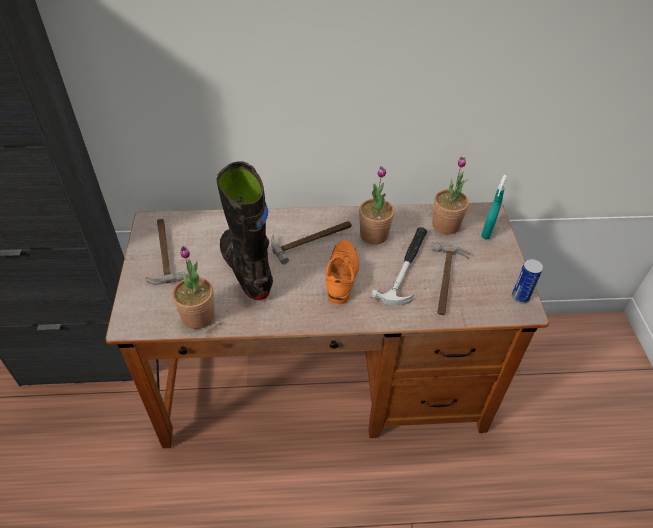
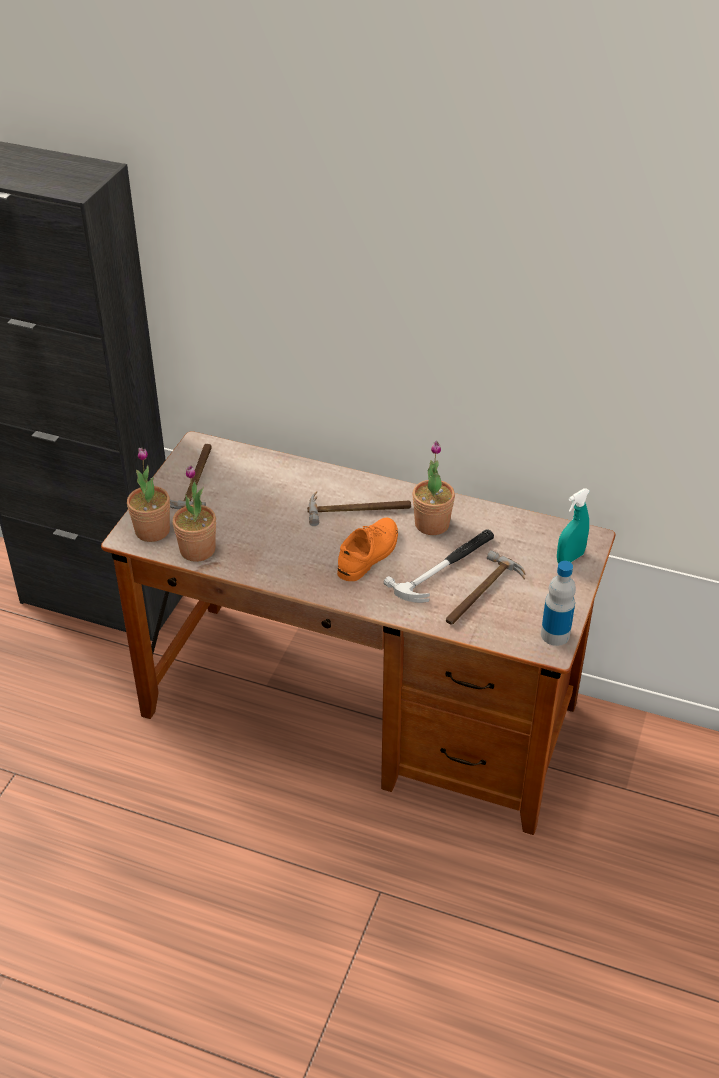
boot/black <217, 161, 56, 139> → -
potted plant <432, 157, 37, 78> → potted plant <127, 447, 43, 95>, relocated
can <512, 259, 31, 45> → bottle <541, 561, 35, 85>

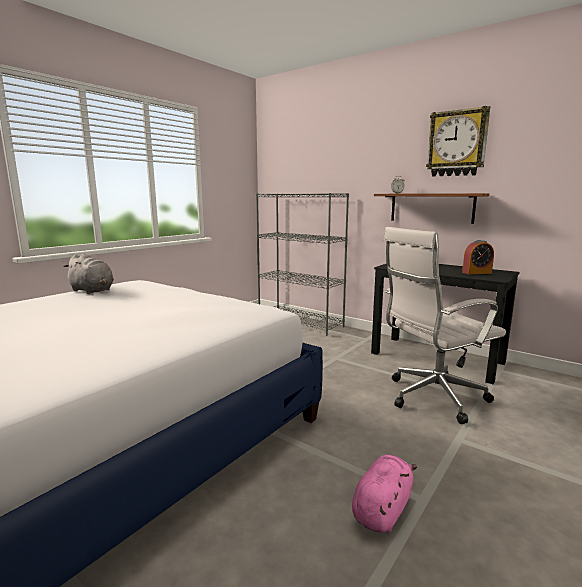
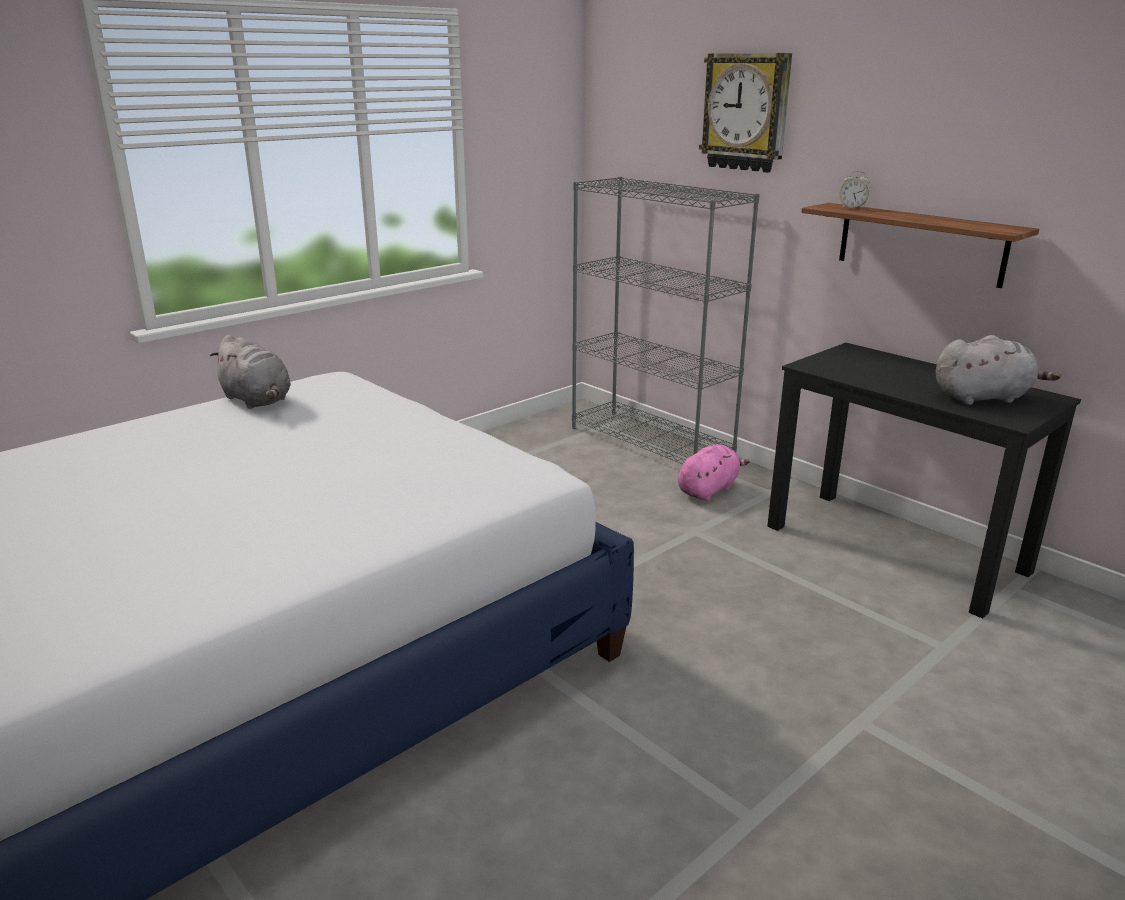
plush toy/pink <352, 454, 65, 79> → plush toy/pink <678, 444, 72, 57>, relocated
office chair/white <384, 227, 122, 197> → -
wall clock <426, 106, 64, 71> → wall clock <699, 53, 93, 120>, relocated
alarm clock <462, 240, 32, 34> → plush toy/grey <936, 335, 125, 70>

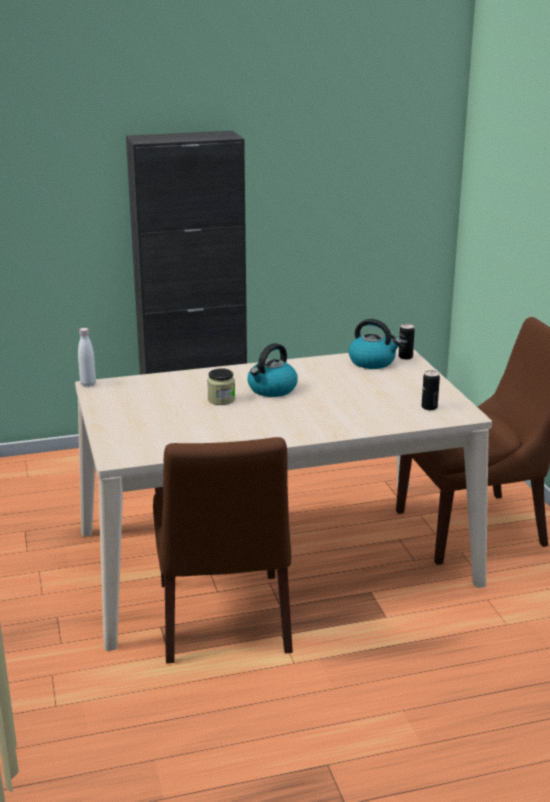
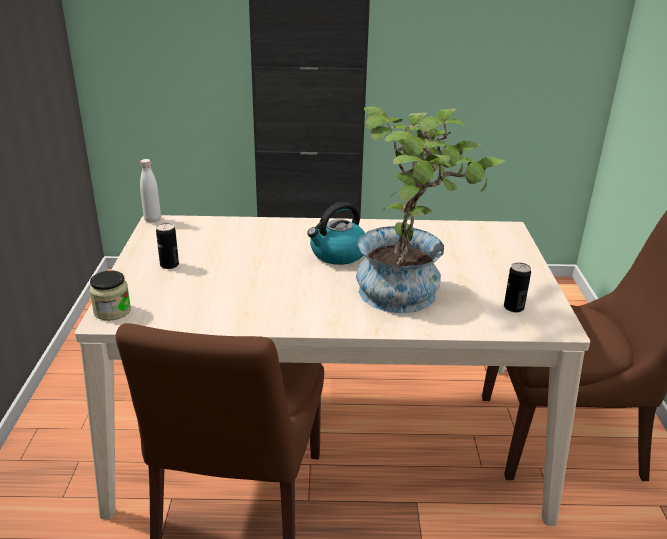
jar <207, 368, 28, 37> → jar <89, 270, 42, 51>, relocated
kettle <349, 319, 53, 50> → -
can <399, 324, 16, 36> → can <156, 223, 23, 46>, relocated
- → potted plant <356, 107, 149, 206>

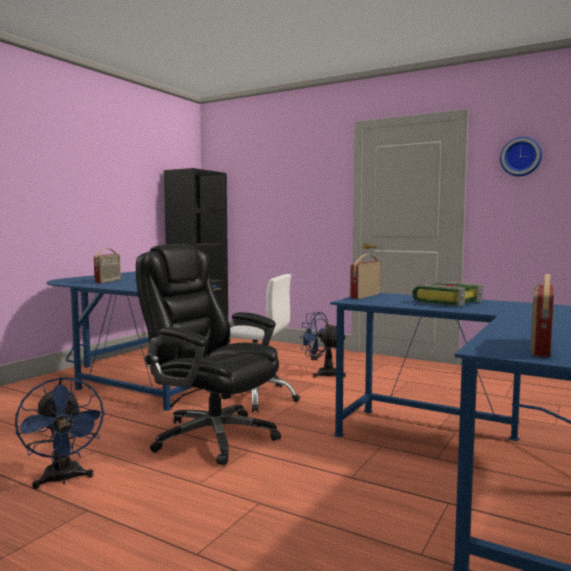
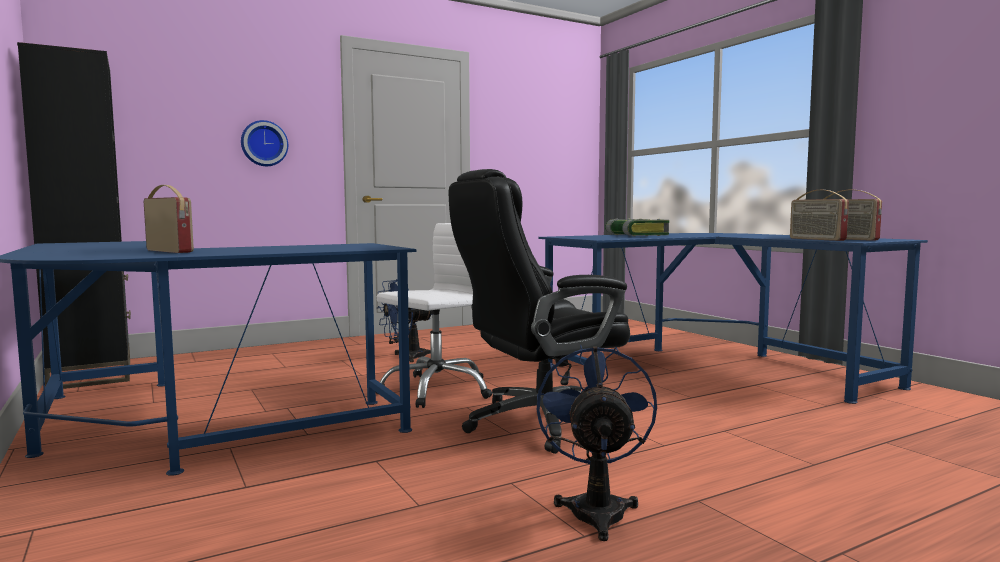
fan/blue <15, 377, 90, 112> → fan/blue <537, 345, 120, 196>, 90 degrees counterclockwise
radio <350, 254, 31, 45> → radio <790, 190, 59, 51>, relocated
wall clock <500, 137, 42, 39> → wall clock <241, 120, 47, 46>, relocated

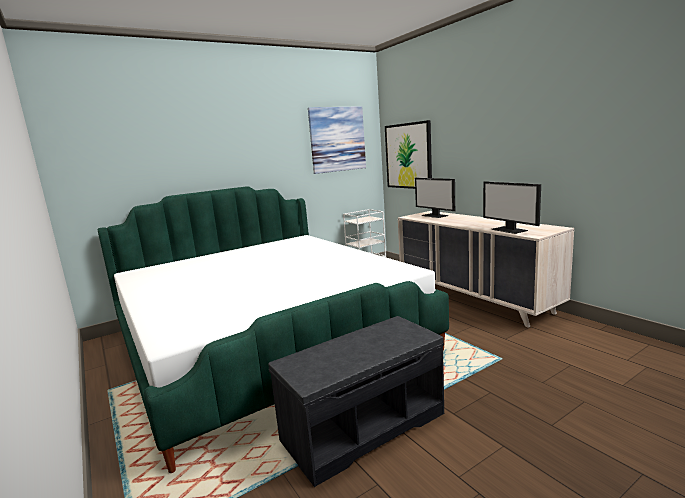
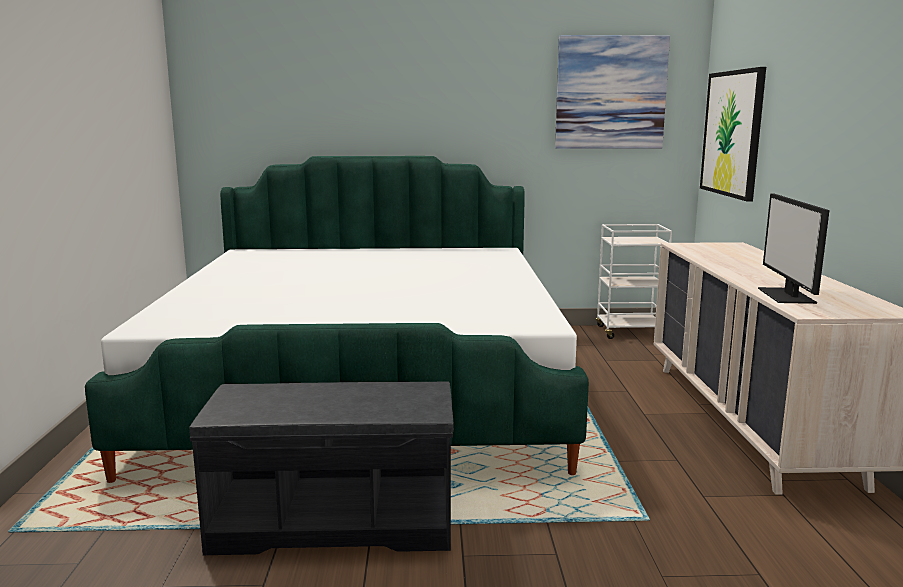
monitor <415, 178, 40, 40> → -

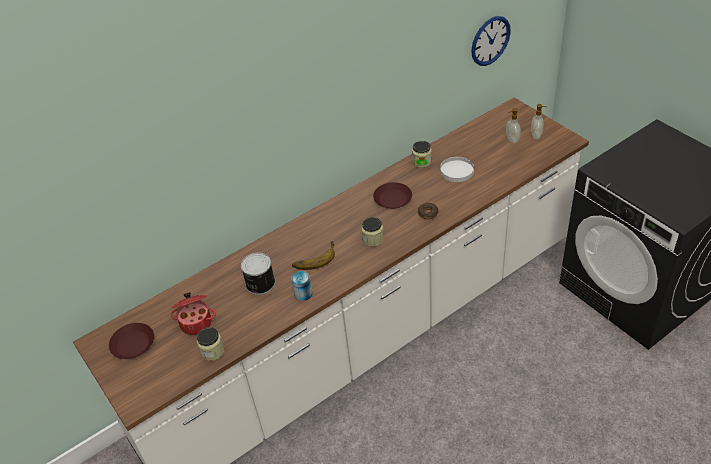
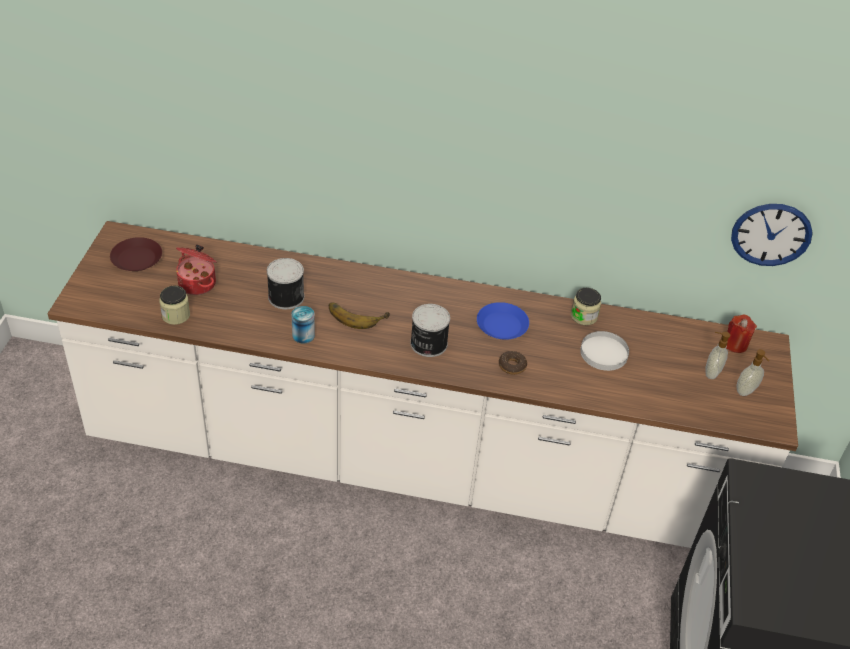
jar <361, 217, 23, 30> → can <410, 304, 40, 53>
plate/brown <373, 182, 39, 27> → plate/blue <477, 302, 52, 38>
- → candle/red <726, 315, 31, 38>

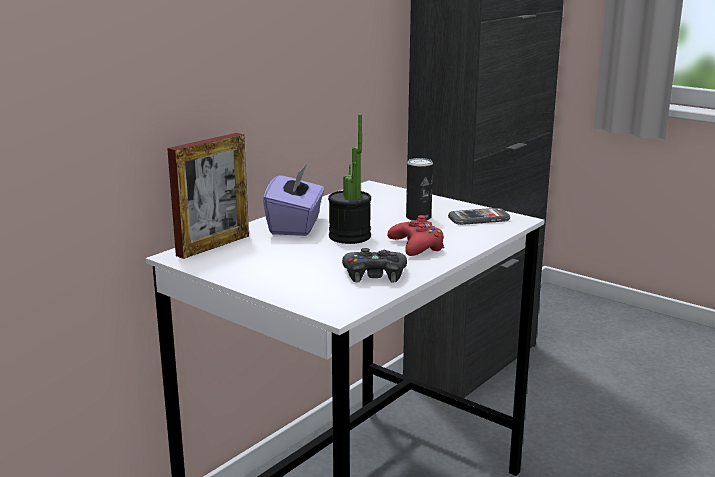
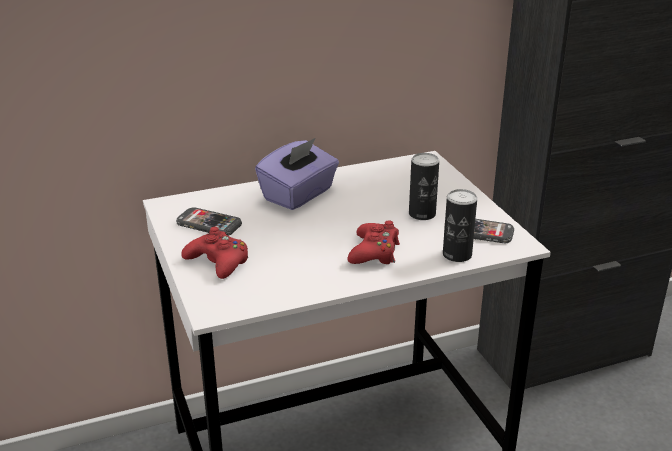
picture frame <167, 133, 82, 126> → -
potted plant <328, 114, 43, 130> → -
game controller/black <342, 248, 65, 34> → -
- → phone <176, 207, 66, 29>
- → game controller/red <181, 227, 67, 52>
- → can <443, 189, 34, 73>

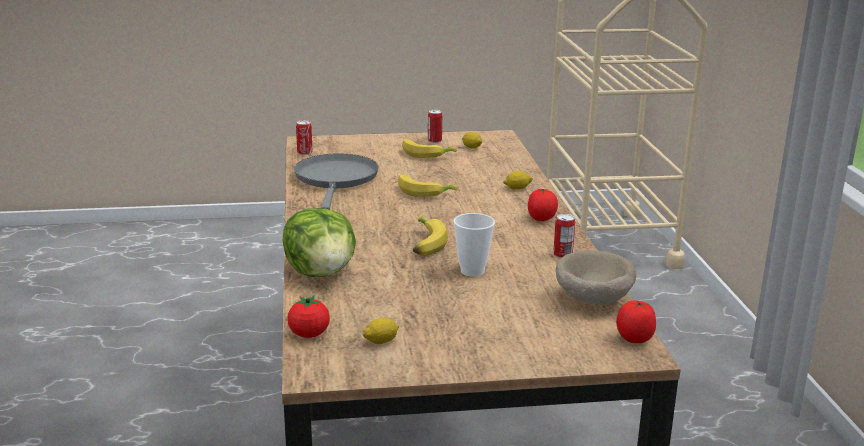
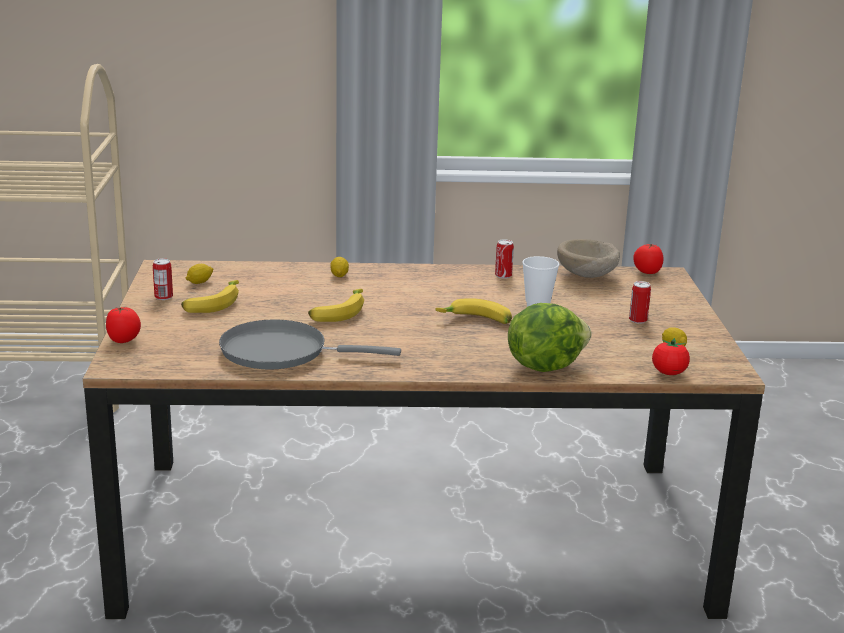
can <296, 120, 17, 35> → can <629, 281, 22, 43>, relocated
tomato <528, 189, 30, 32> → tomato <106, 307, 35, 36>, relocated

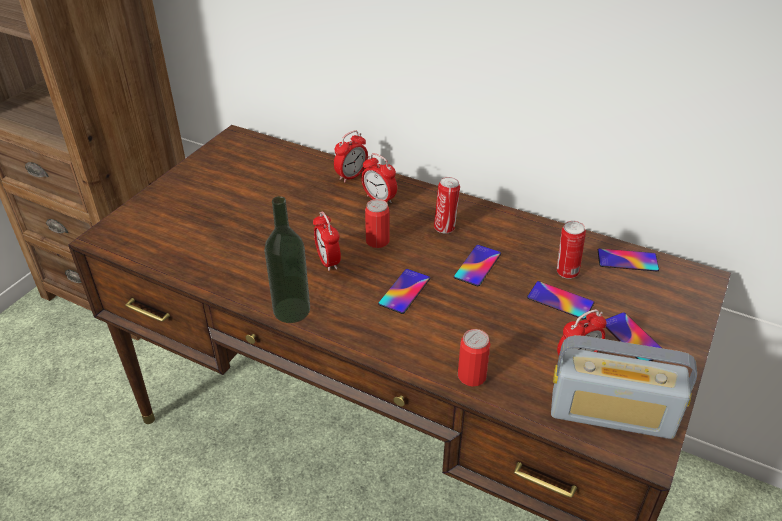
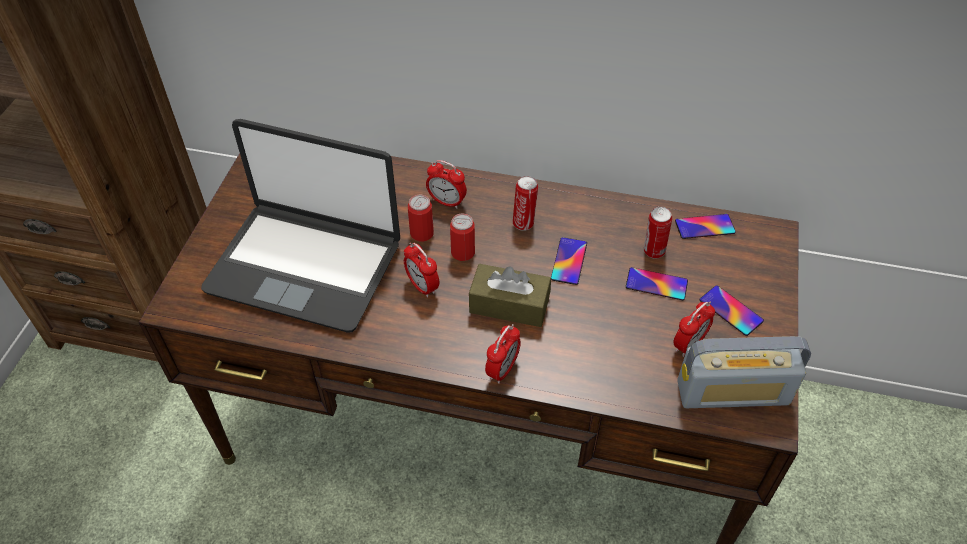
bottle <264, 196, 46, 127> → -
alarm clock <334, 130, 34, 53> → alarm clock <485, 324, 36, 60>, relocated
phone <378, 269, 52, 45> → tissue box/brown <469, 264, 82, 63>
can <458, 329, 32, 58> → can <408, 195, 26, 47>, relocated
- → laptop <201, 119, 199, 214>

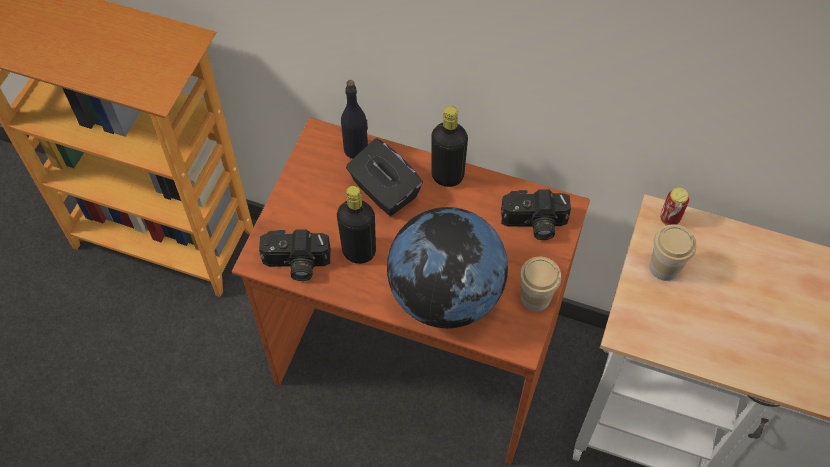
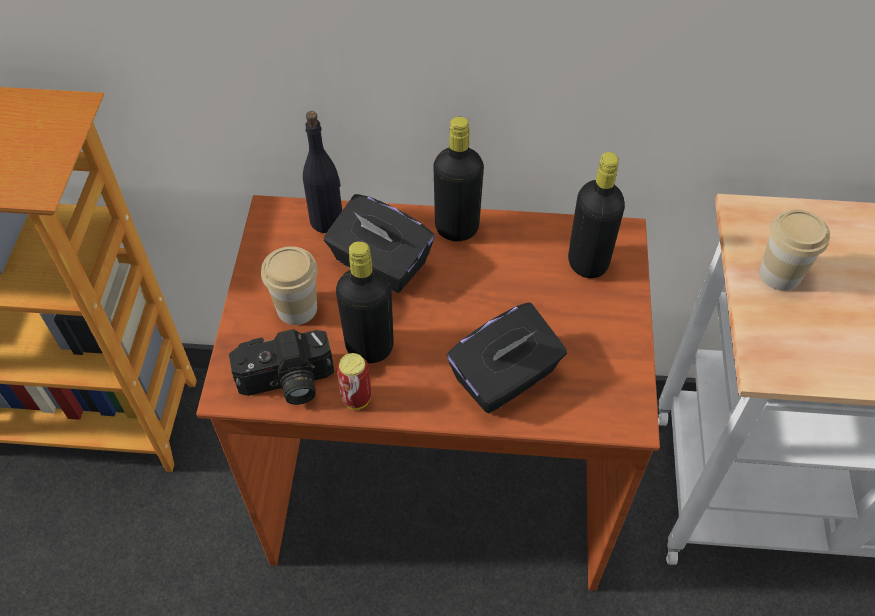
globe <387, 207, 121, 121> → tissue box/black <447, 302, 120, 111>
photo camera <501, 190, 70, 50> → bottle/black <568, 152, 57, 126>
cup <519, 257, 42, 54> → cup <261, 246, 57, 79>, relocated
can <660, 188, 29, 37> → can <337, 353, 34, 57>, relocated

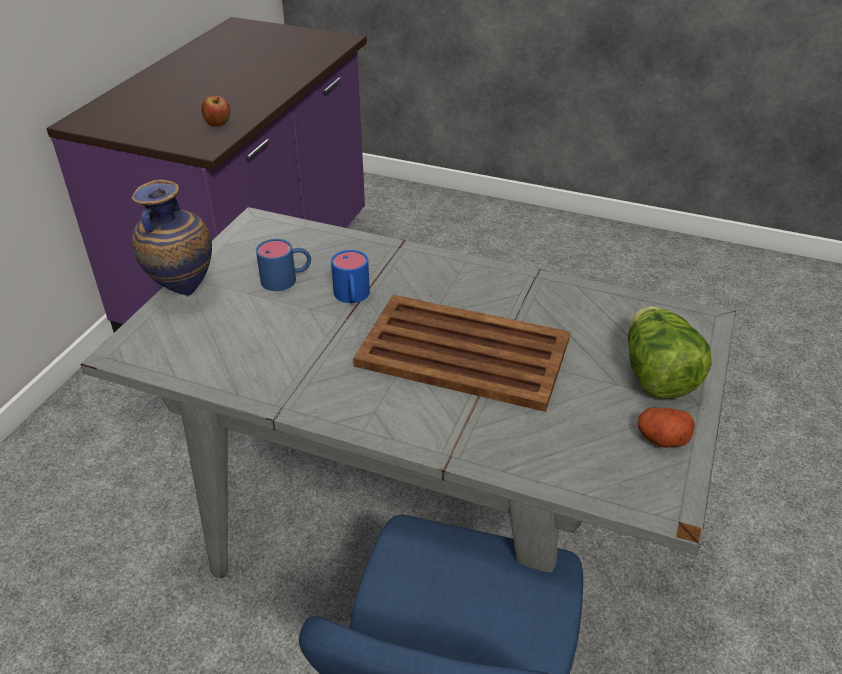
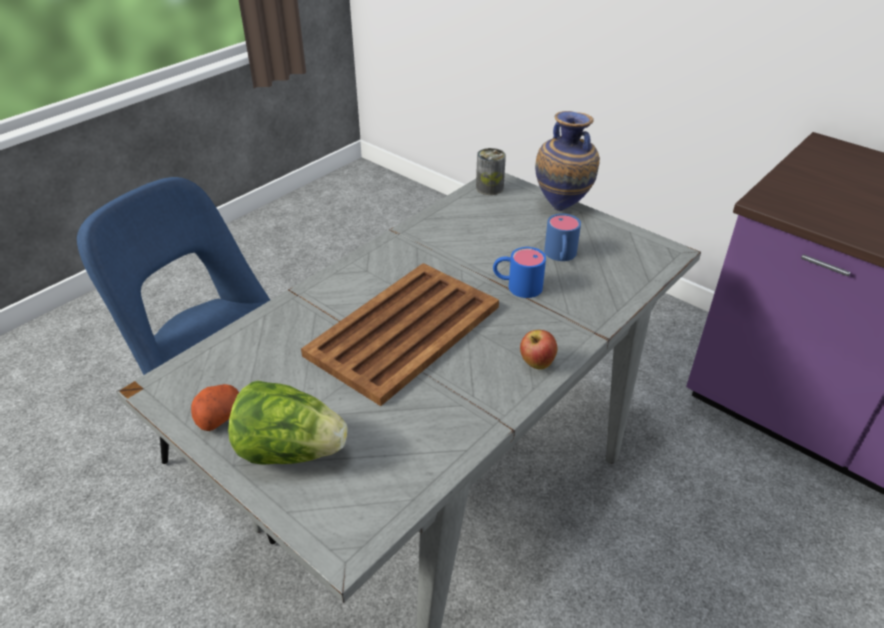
apple <201, 96, 29, 31> → apple <520, 330, 38, 40>, relocated
- → can <476, 148, 30, 47>

